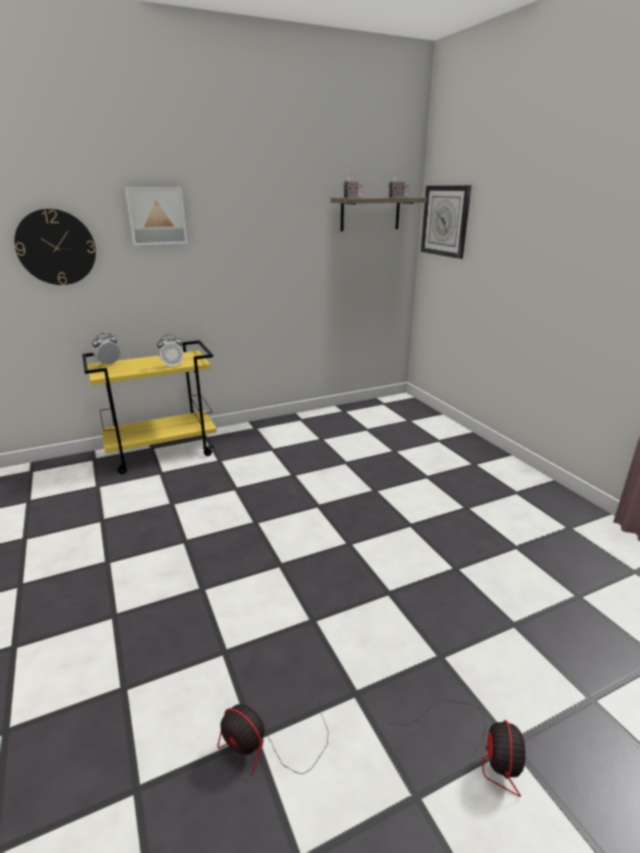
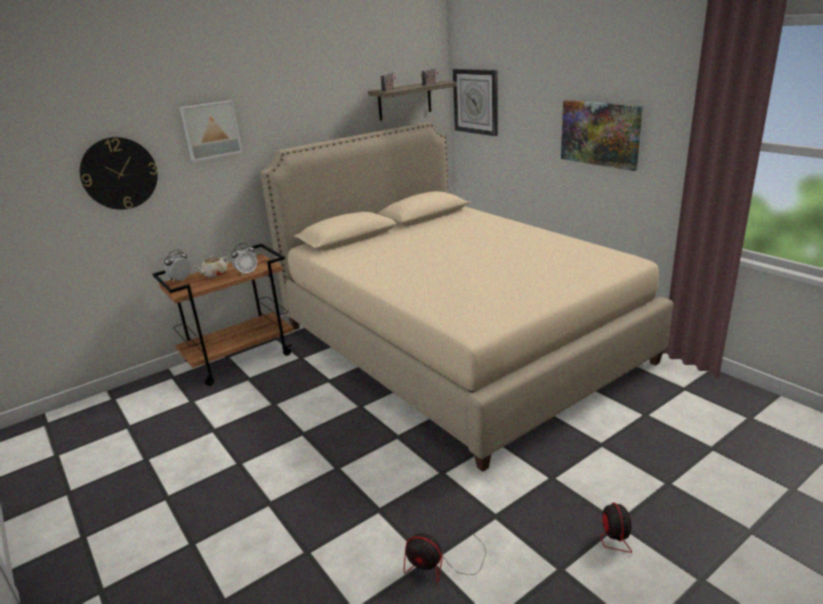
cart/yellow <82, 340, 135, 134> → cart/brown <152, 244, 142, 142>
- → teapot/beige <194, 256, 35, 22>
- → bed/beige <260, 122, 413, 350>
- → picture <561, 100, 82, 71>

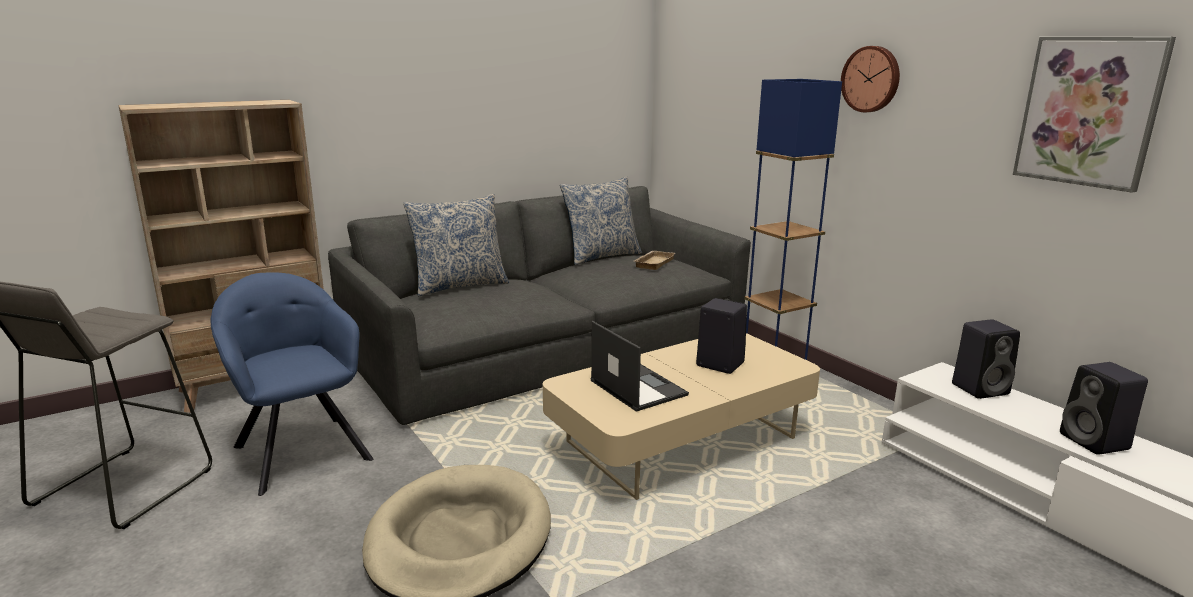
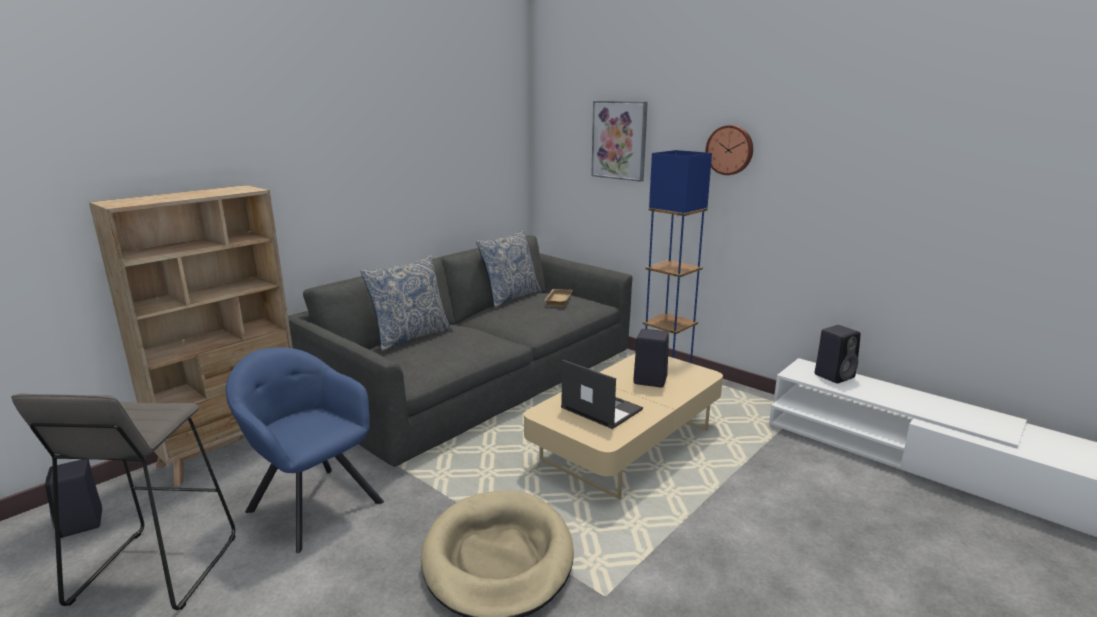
picture <1013, 37, 163, 156> → picture <591, 101, 57, 81>, relocated
speaker/black <1060, 362, 88, 93> → speaker/black <45, 459, 57, 79>, relocated

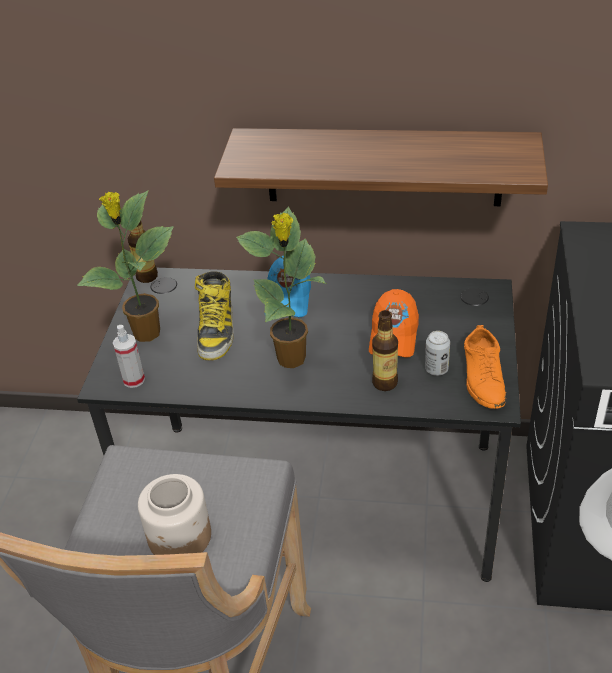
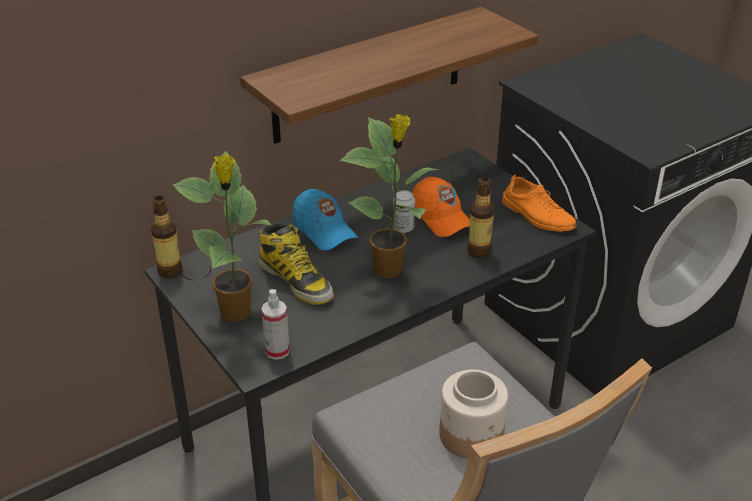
can <425, 331, 25, 45> → can <393, 190, 22, 43>, relocated

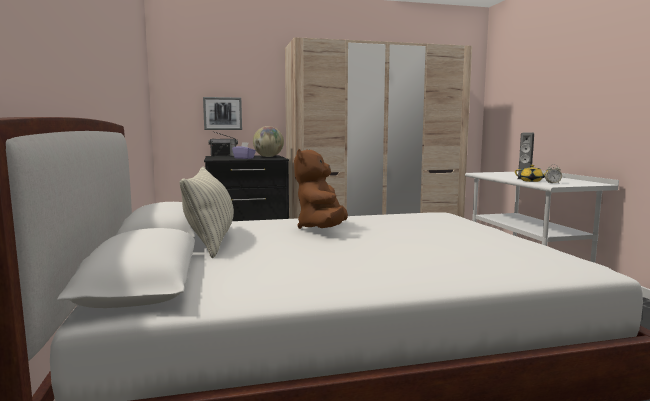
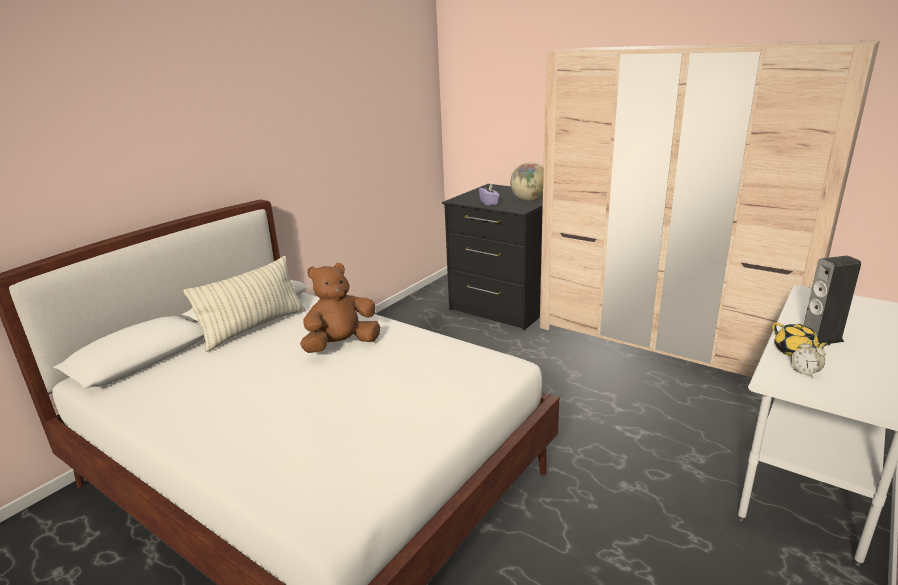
picture <203, 97, 39, 33> → -
radio <209, 132, 29, 25> → -

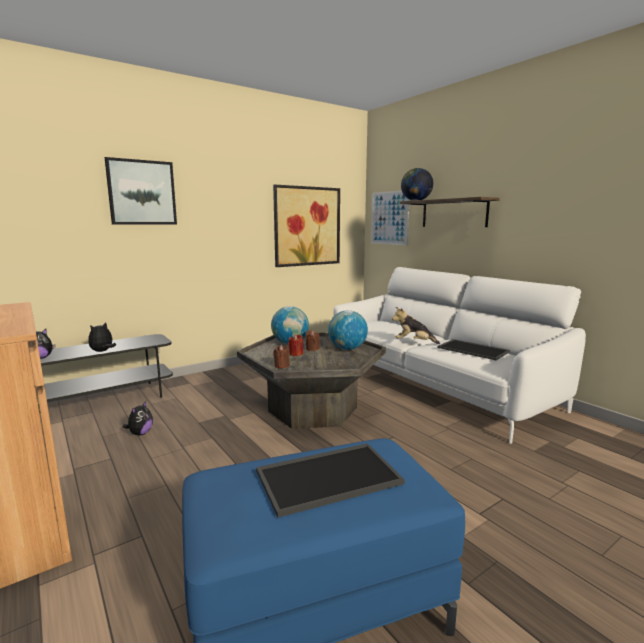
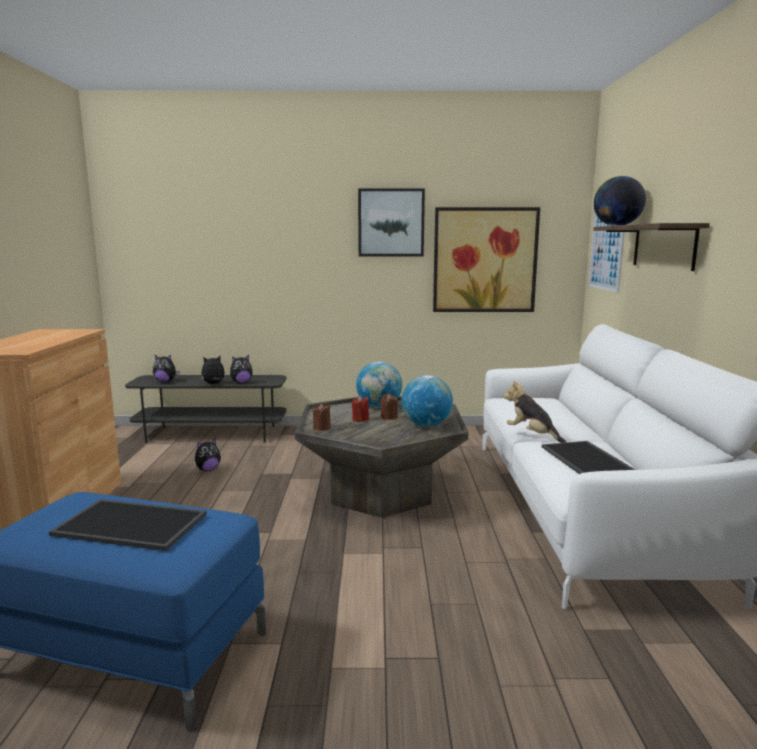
picture <105, 157, 72, 68> → picture <358, 188, 67, 68>, relocated
- → plush toy <230, 355, 23, 28>

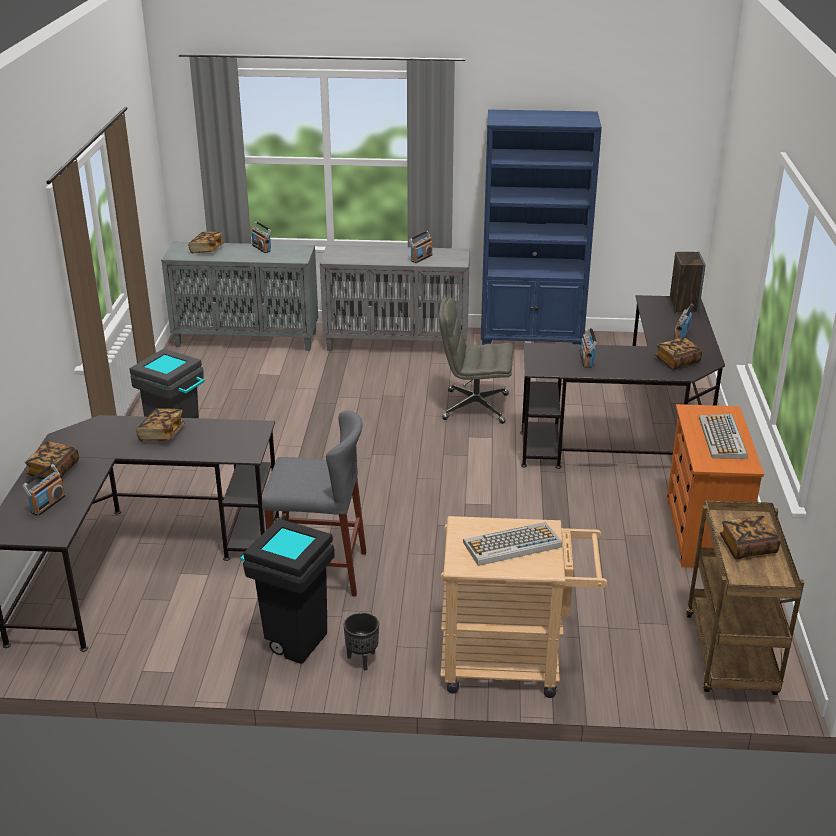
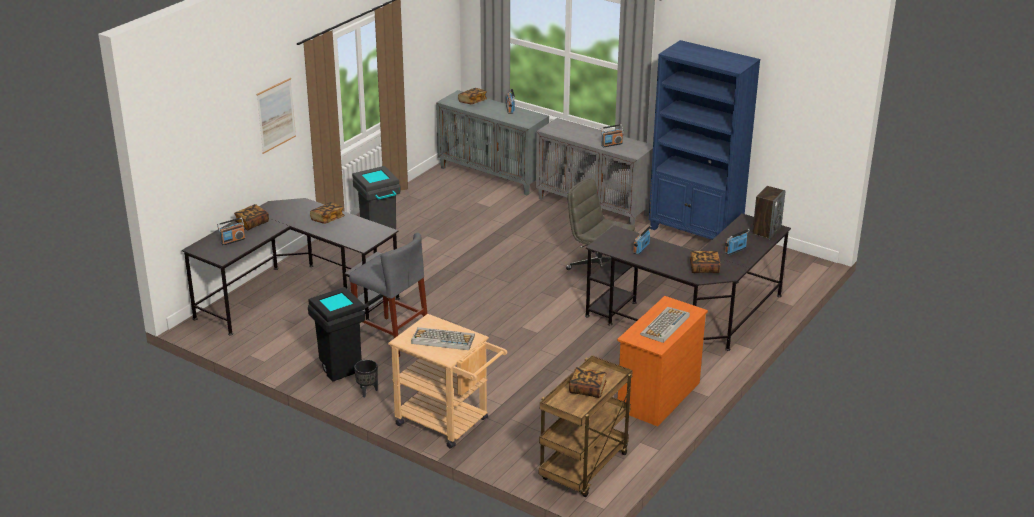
- → picture <257, 78, 39, 76>

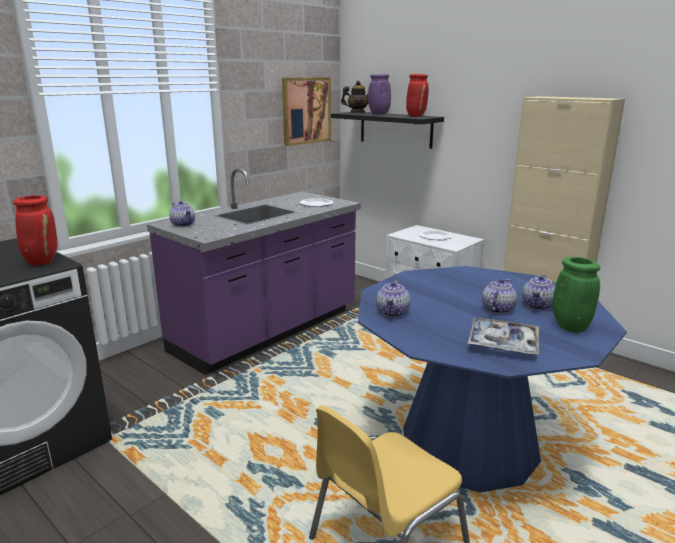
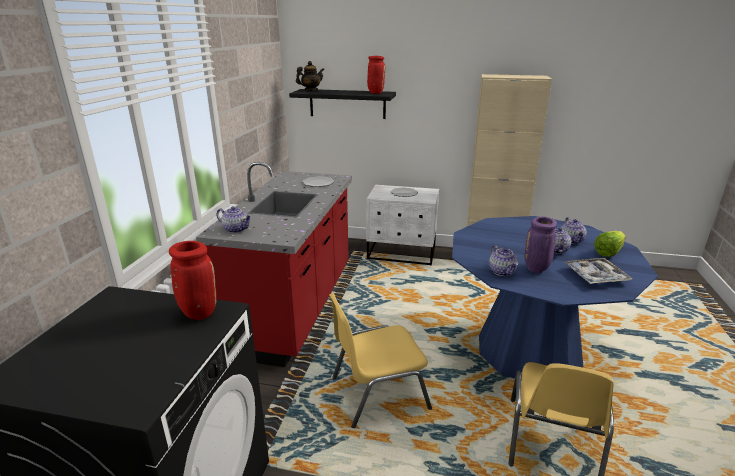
counter/purple <147, 168, 214, 207> → counter/red <196, 162, 156, 205>
picture <282, 77, 49, 69> → -
vase/purple <368, 74, 23, 40> → vase/purple <524, 217, 33, 56>, relocated
vase/green <553, 257, 47, 76> → lettuce <594, 231, 32, 26>
- → chair/yellow <329, 293, 103, 135>

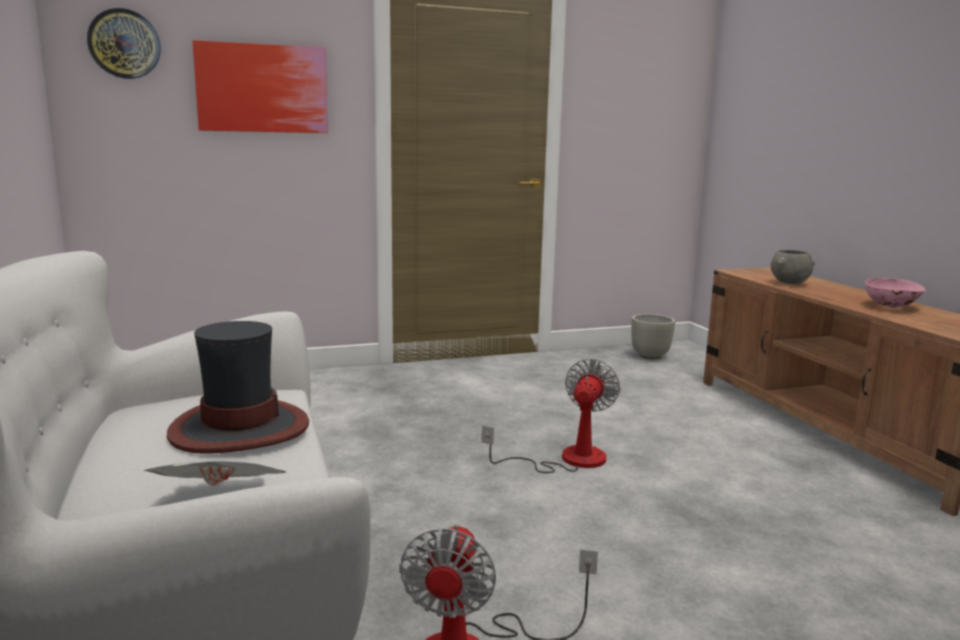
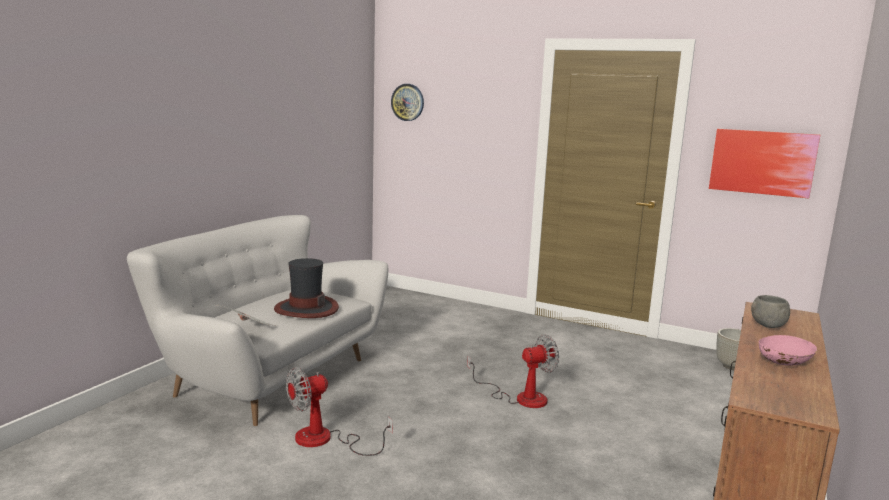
picture <192, 40, 136, 93> → picture <709, 129, 111, 69>, relocated

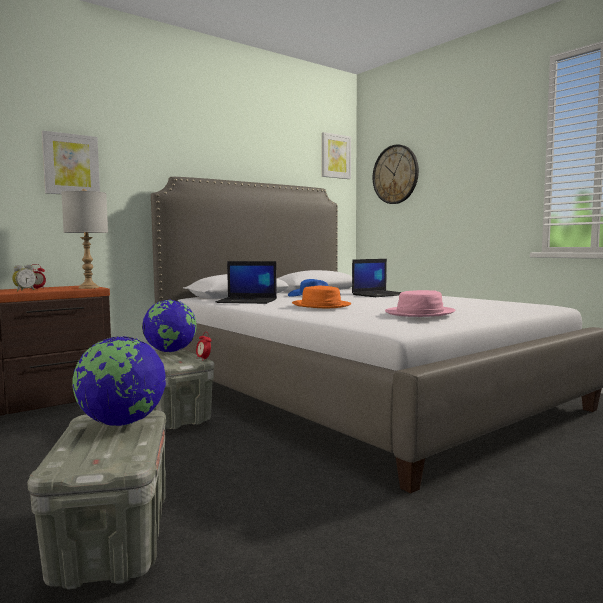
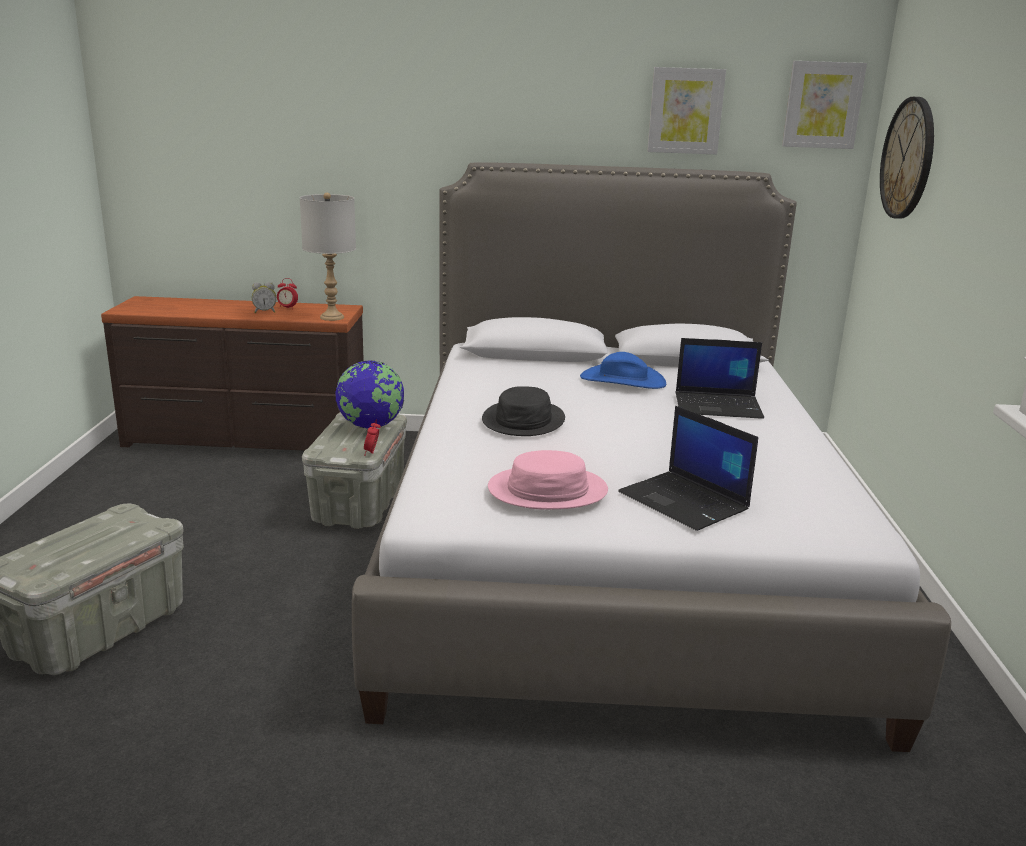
picture <42, 131, 58, 63> → picture <647, 67, 79, 87>, relocated
globe <72, 336, 94, 90> → -
laptop <216, 261, 61, 43> → laptop <618, 406, 140, 125>, relocated
hat/orange <292, 286, 59, 22> → hat/black <482, 386, 83, 50>

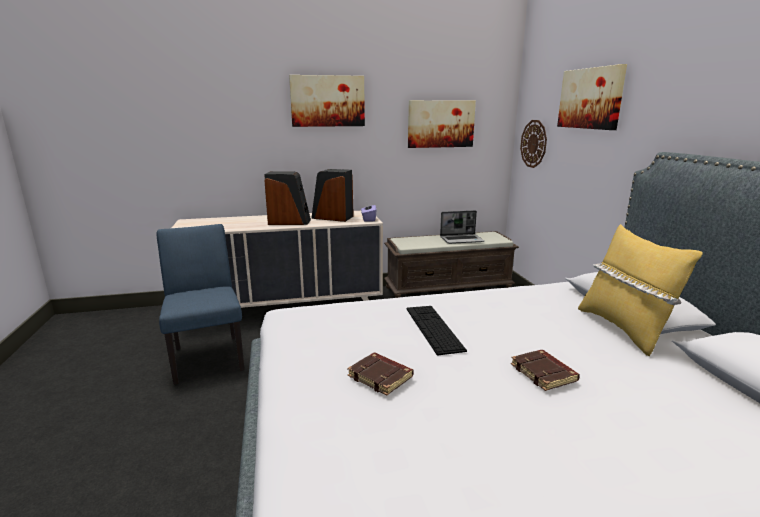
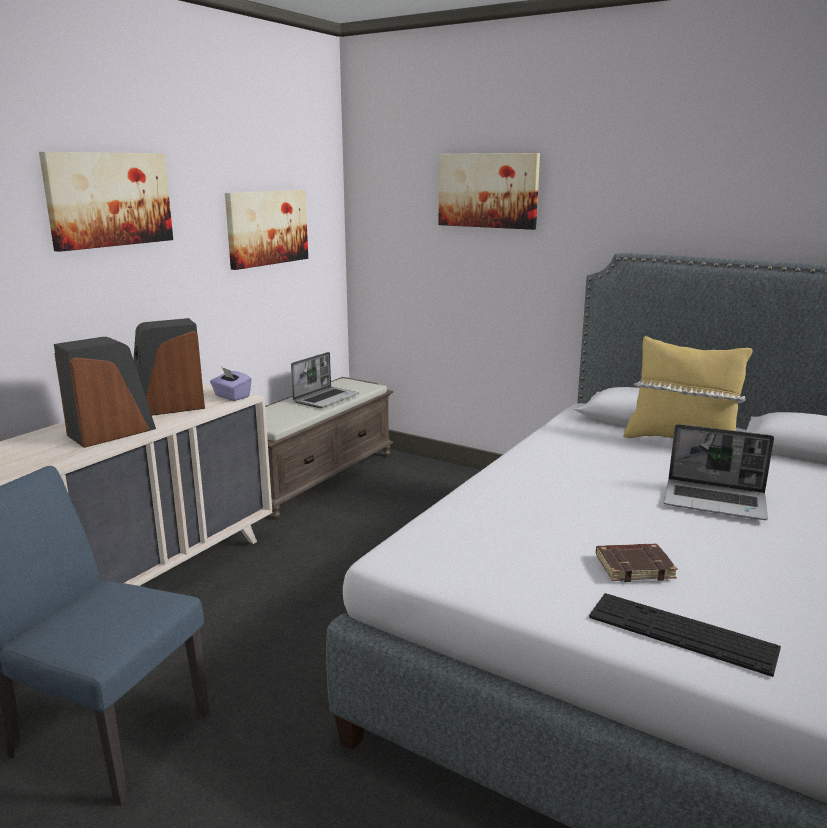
keyboard <407, 306, 60, 50> → keyboard <589, 593, 192, 84>, relocated
book/brown <511, 350, 69, 41> → laptop <664, 424, 110, 96>
wall clock <520, 120, 27, 48> → -

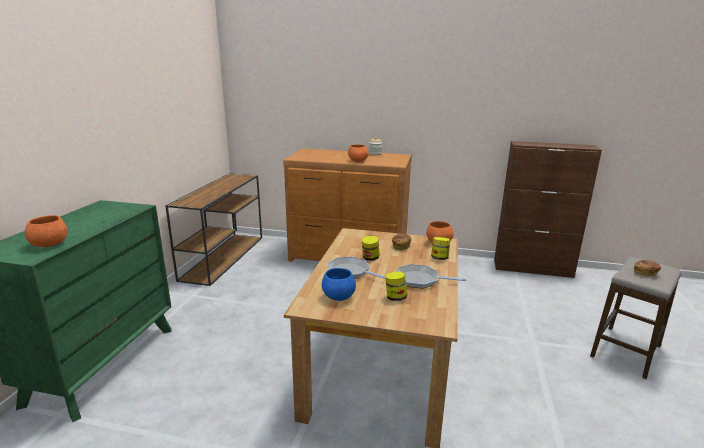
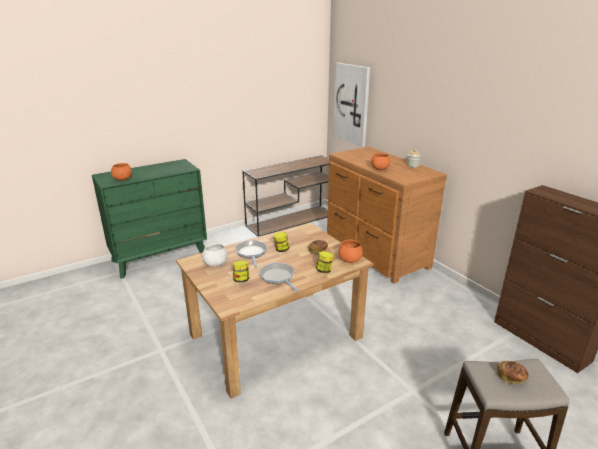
bowl/blue <322, 268, 34, 33> → bowl/white <202, 243, 26, 24>
- → picture <333, 63, 37, 84>

